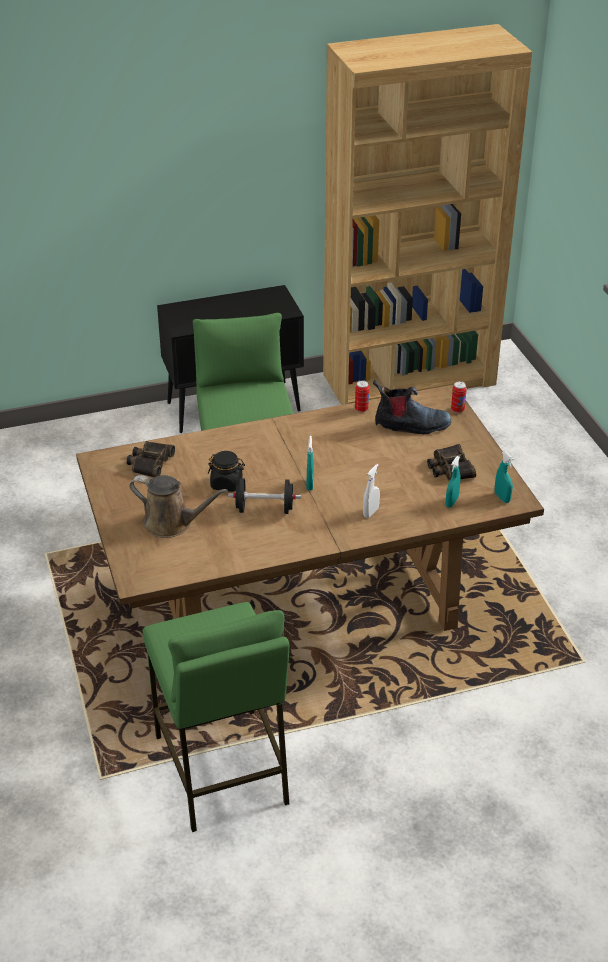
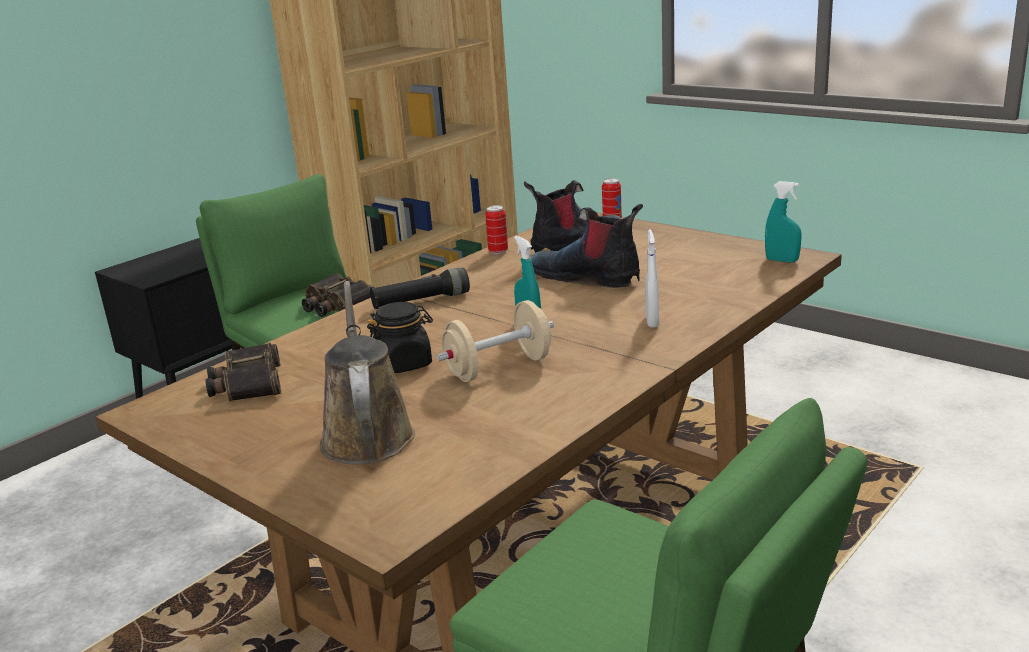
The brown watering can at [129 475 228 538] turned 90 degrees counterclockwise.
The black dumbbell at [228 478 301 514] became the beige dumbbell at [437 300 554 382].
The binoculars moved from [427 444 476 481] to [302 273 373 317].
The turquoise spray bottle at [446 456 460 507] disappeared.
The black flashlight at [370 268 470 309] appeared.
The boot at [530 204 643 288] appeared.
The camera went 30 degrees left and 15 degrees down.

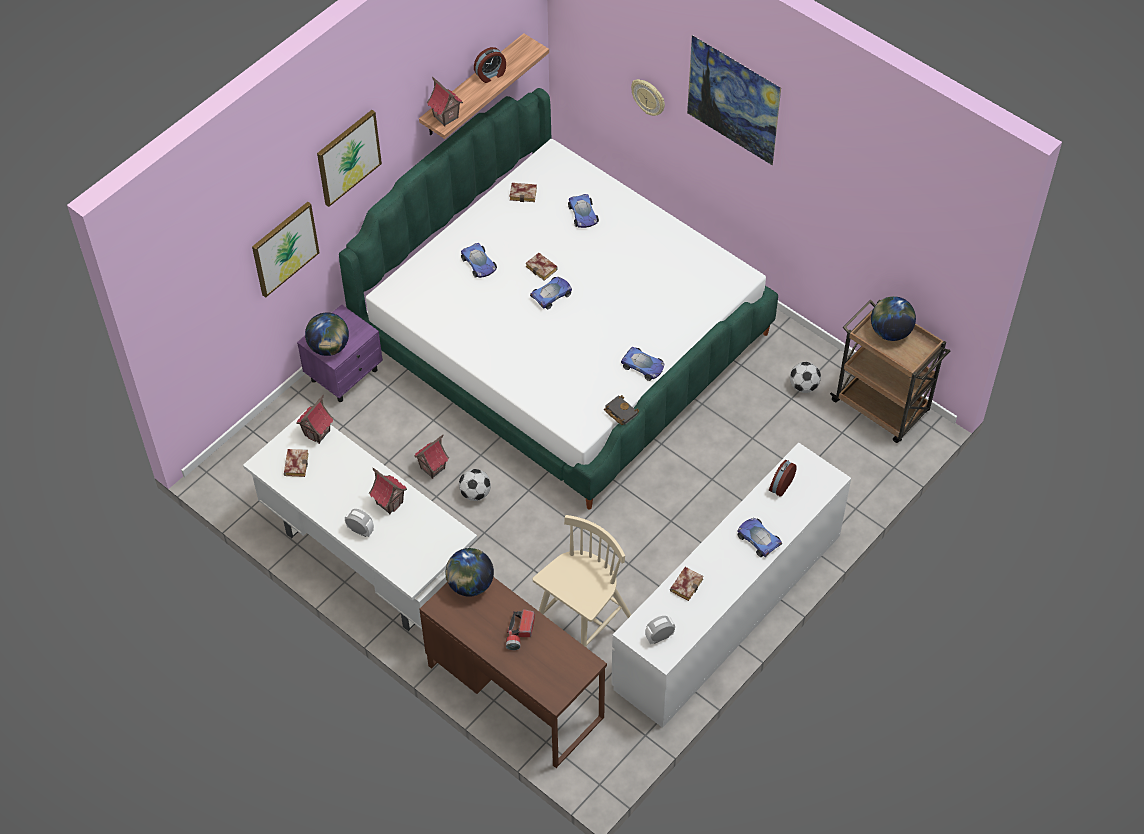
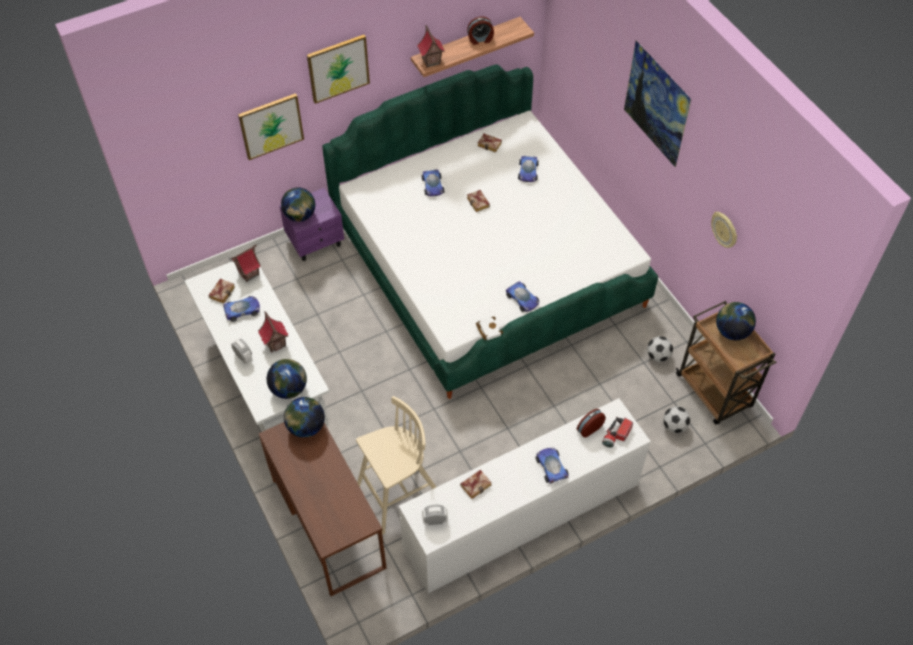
The toy house at [414 435 449 479] disappeared.
The football moved from [459 469 491 501] to [663 406 690 433].
The flashlight moved from [506 609 535 650] to [602 417 633 448].
The toy car moved from [530 277 572 309] to [223 296 260 322].
The black book at [604 395 639 425] became the white book at [476 316 503 340].
The wall clock moved from [631 79 665 116] to [711 212 737 248].
The globe at [267 359 307 399] appeared.
The camera went 20 degrees right and 0 degrees up.

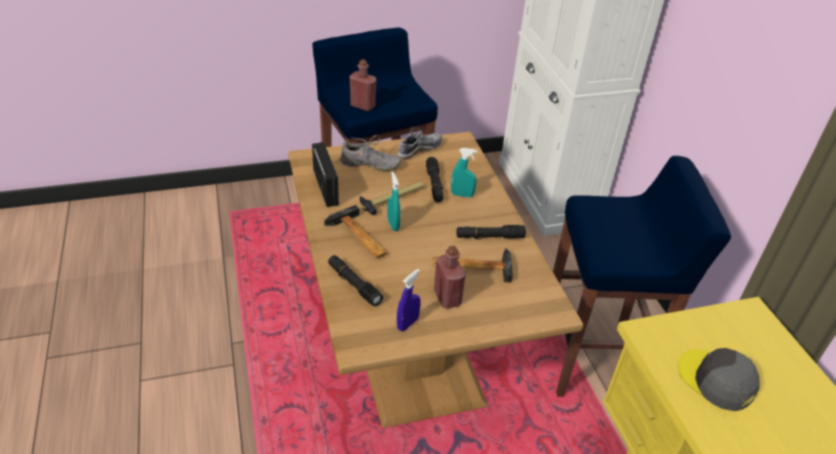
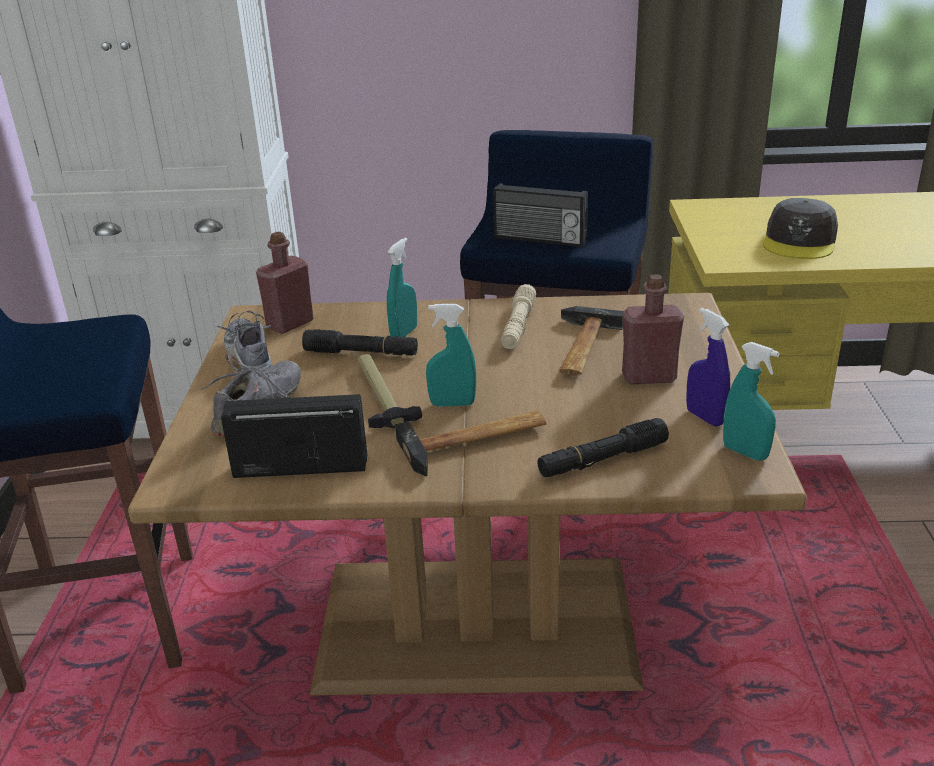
The red bottle moved from [350 59 377 111] to [256 232 314 334].
The black flashlight at [457 225 526 239] became the beige flashlight at [501 284 536 349].
The grey cap at [678 348 760 411] turned 45 degrees counterclockwise.
The radio at [493 183 588 247] appeared.
The turquoise spray bottle at [723 342 780 461] appeared.
The camera went 70 degrees left and 10 degrees down.

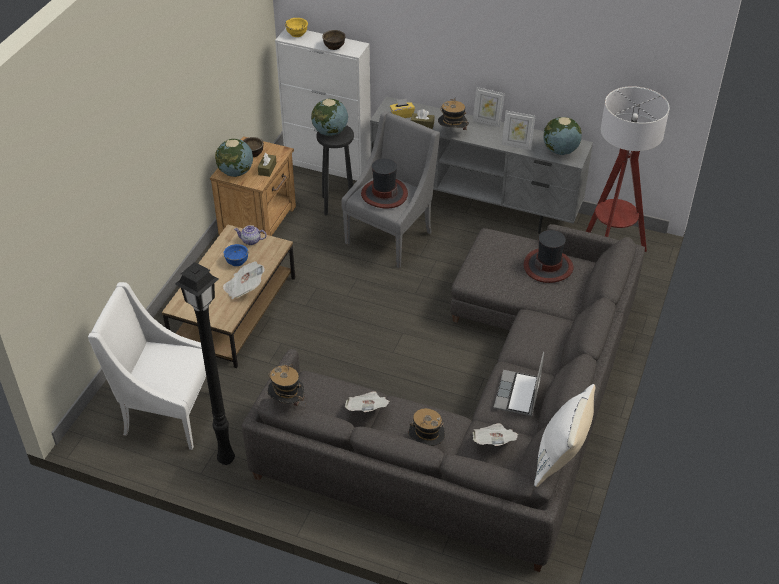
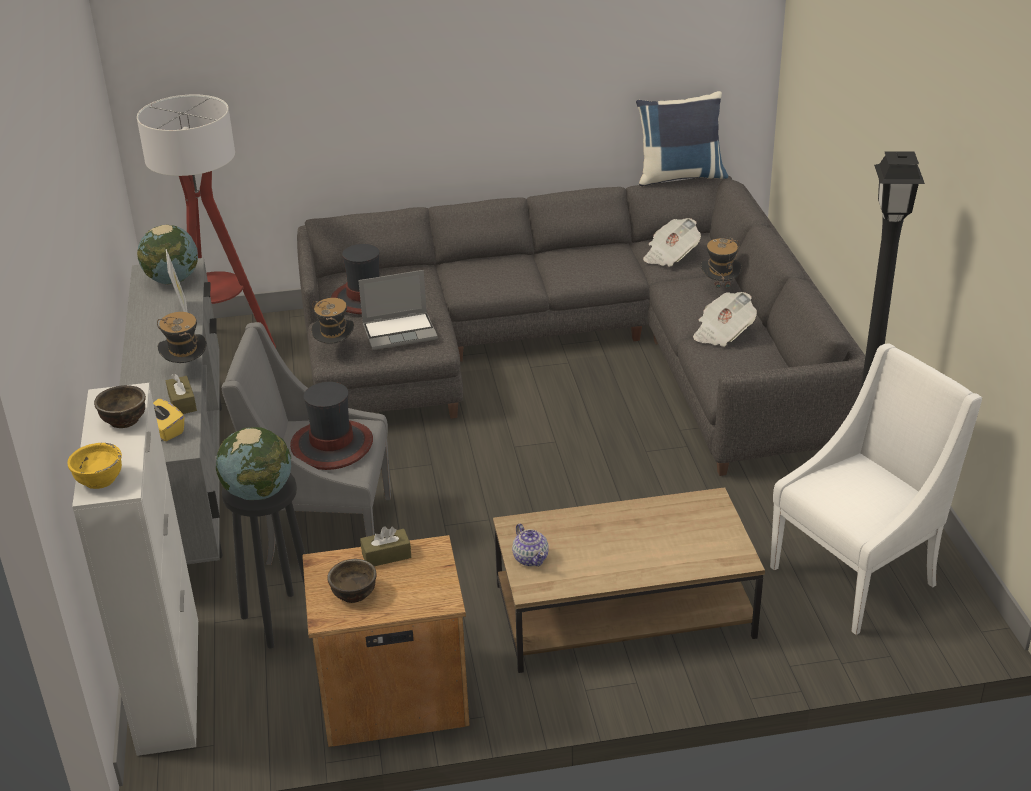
The white armchair at [88 282 206 450] turned 105 degrees counterclockwise.
The globe at [215 139 253 177] disappeared.
The newspaper at [223 261 265 299] disappeared.
The blue bowl at [224 244 248 266] disappeared.
The hat moved from [268 364 306 406] to [311 298 354 344].
The picture frame at [472 87 505 127] disappeared.
The laptop moved from [493 351 544 416] to [358 270 438 350].
The white pillow at [534 384 596 487] became the blue pillow at [636 91 728 186].
The camera went 120 degrees left and 10 degrees down.

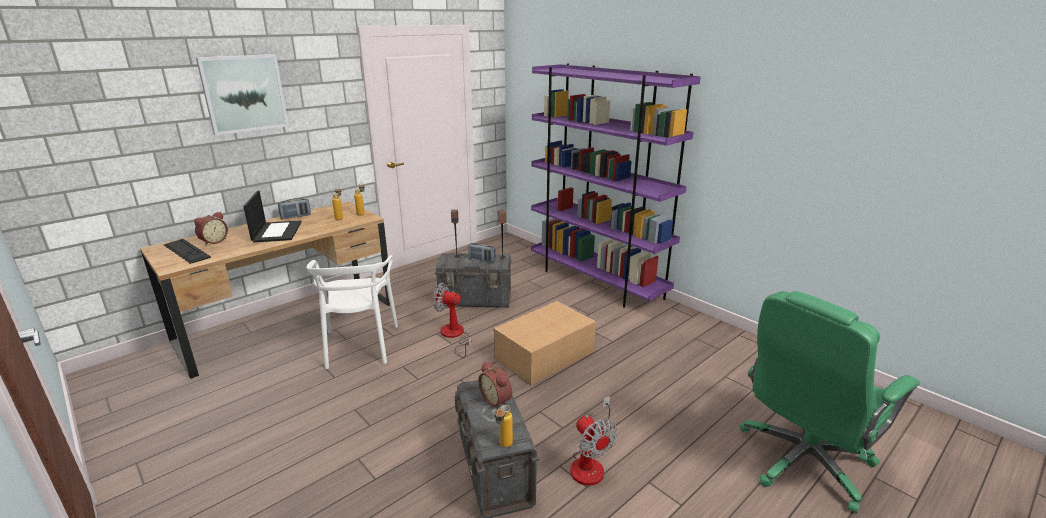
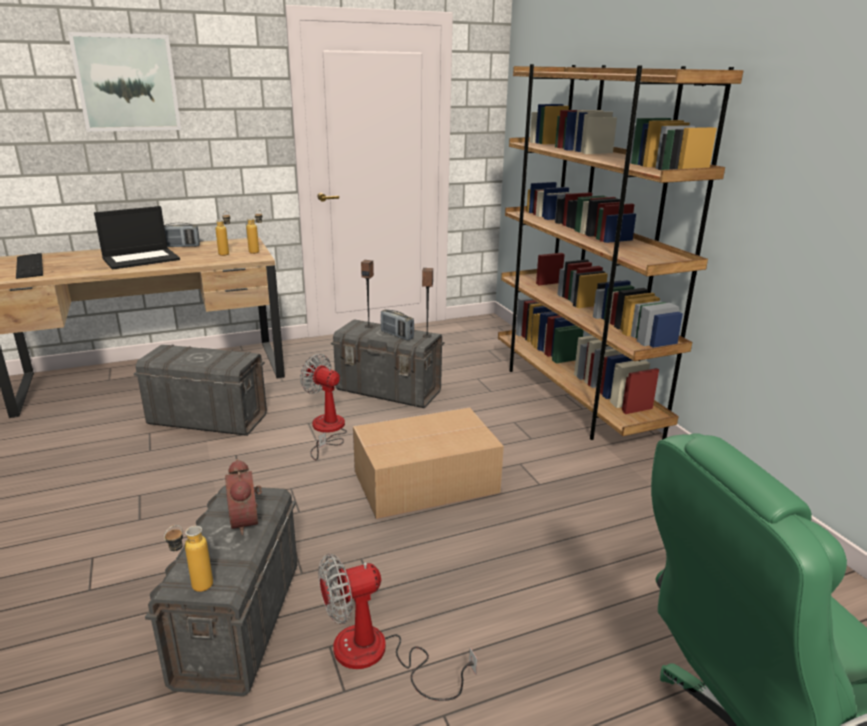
The alarm clock at [194 212 228 246] disappeared.
The laptop at [243 190 302 242] turned 45 degrees clockwise.
The white chair at [306 255 398 369] was replaced by the grey storage box at [134 344 267 436].
The purple bookcase at [531 63 701 308] became the brown bookcase at [498 64 743 440].
The fan at [570 396 617 486] turned 75 degrees clockwise.
The camera went 20 degrees right and 0 degrees up.

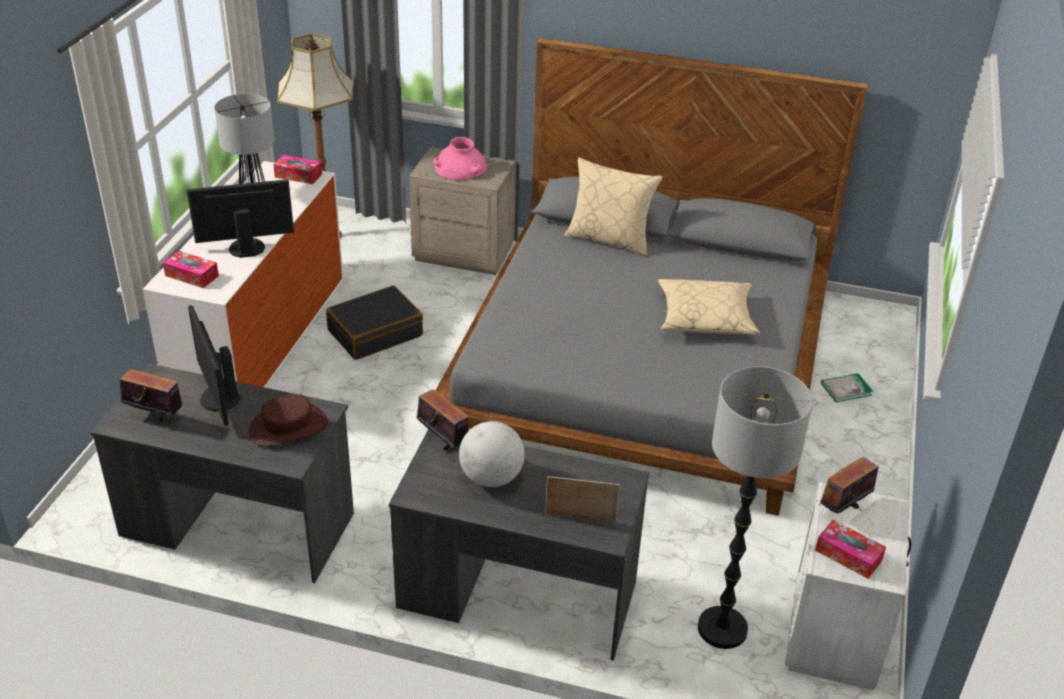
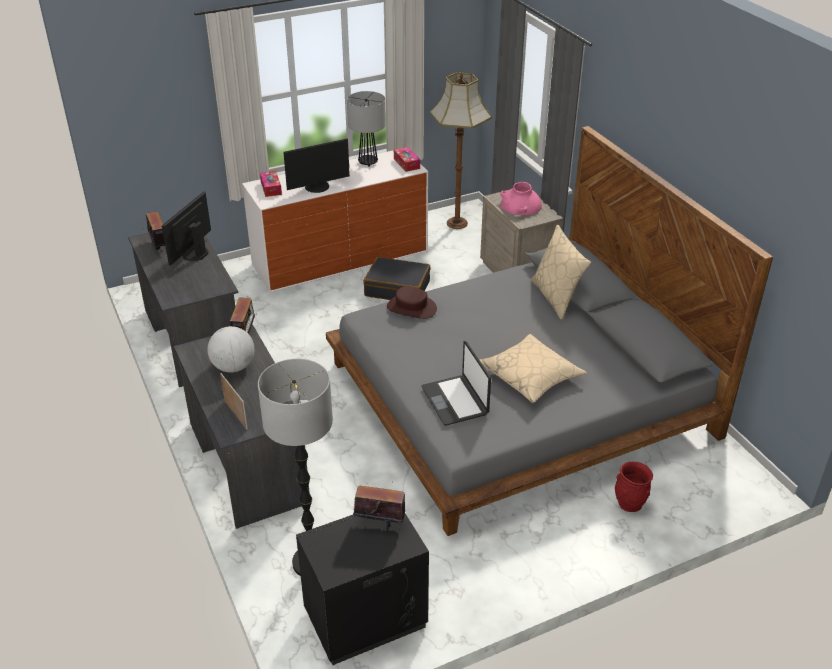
The monitor at [187 179 294 258] turned 120 degrees clockwise.
The brown hat moved from [249 394 328 446] to [387 287 437 319].
The white nightstand at [785 482 911 690] became the black nightstand at [296 514 429 665].
The tissue box at [815 520 886 579] disappeared.
The book at [821 373 873 402] was replaced by the red vase at [615 462 653 512].
The laptop at [422 341 491 426] appeared.
The camera went 50 degrees right and 0 degrees up.

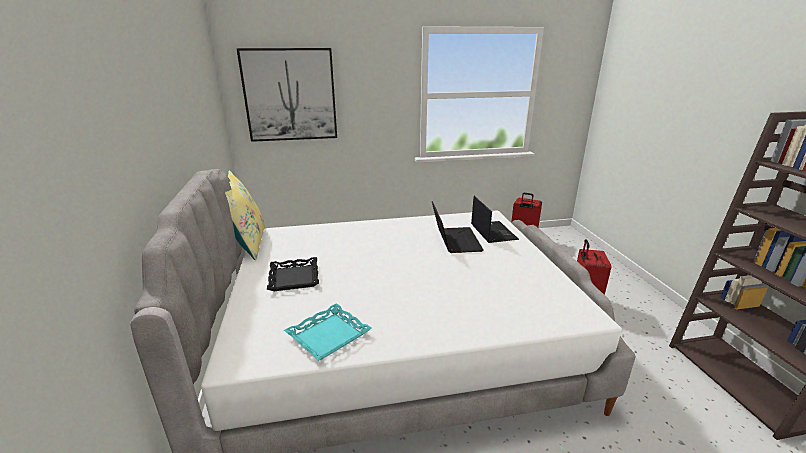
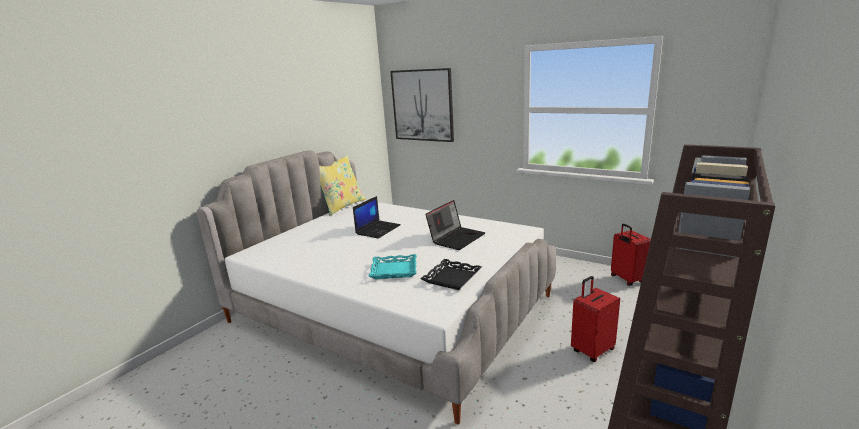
The black tray moved from [267 257 319 291] to [420 259 482 290].
The turquoise tray moved from [284 303 372 361] to [369 254 417 279].
The laptop moved from [471 195 519 243] to [353 196 401 238].
The camera went 45 degrees right and 5 degrees down.

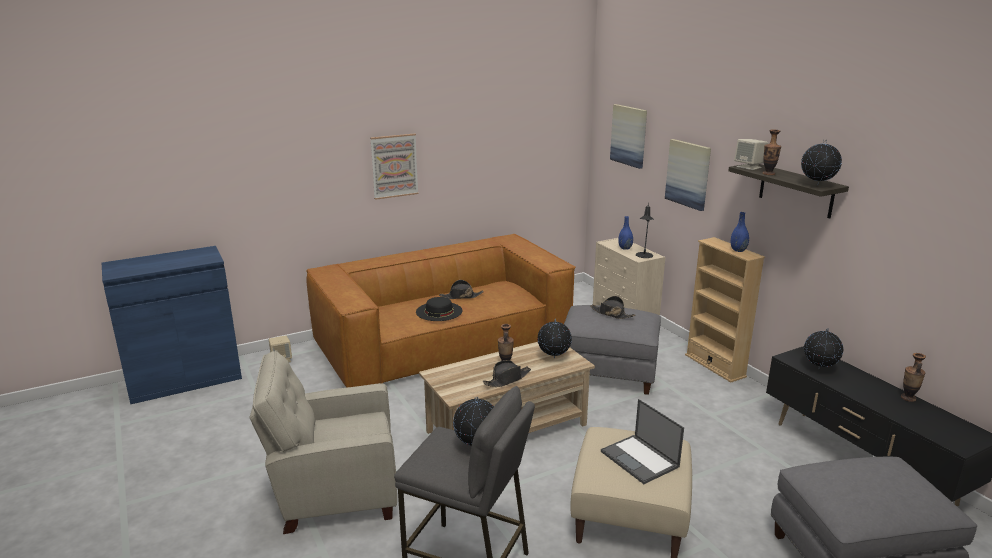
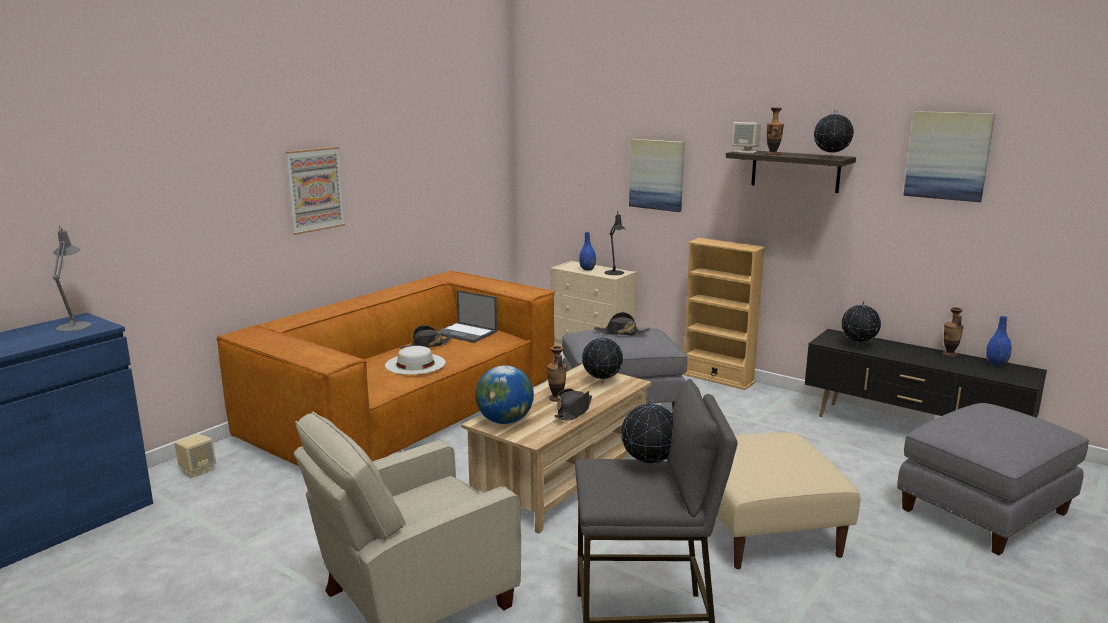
The black hat at [416 297 462 321] became the white hat at [385 346 446 375].
The laptop moved from [601 399 684 484] to [437 290 497 343].
The picture moved from [610 104 647 169] to [903 111 995 202].
The blue vase moved from [731 212 749 252] to [986 316 1012 366].
The grey table lamp at [53 226 91 332] appeared.
The globe at [475 365 534 424] appeared.
The camera went 25 degrees left and 5 degrees down.

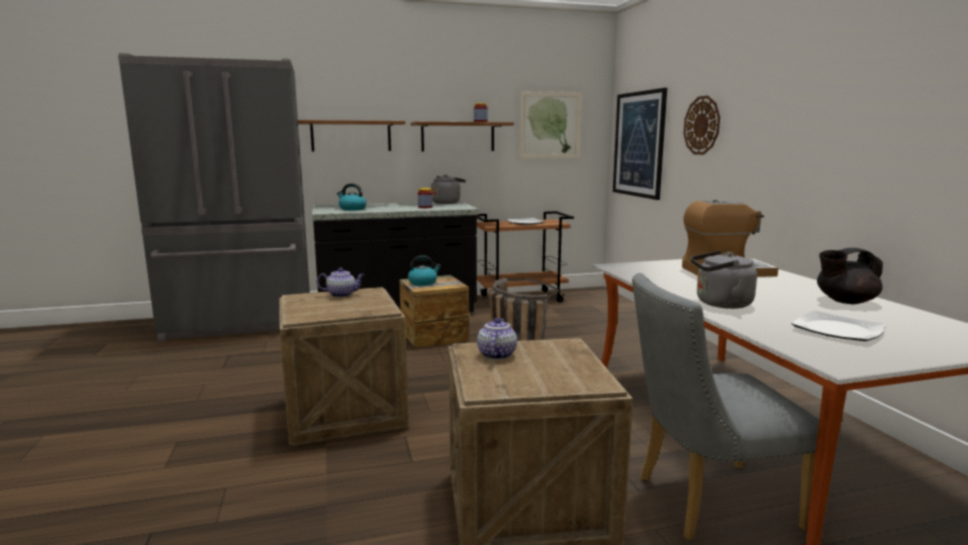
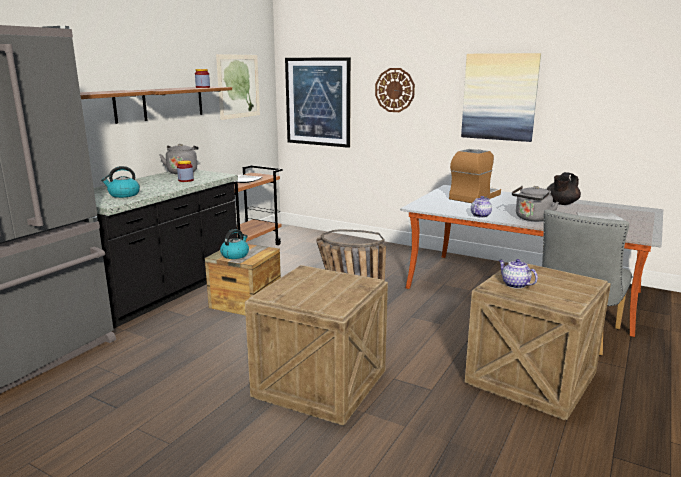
The teapot moved from [317 268 365 297] to [471 196 492 218].
The picture at [461 53 541 142] appeared.
The camera went 45 degrees left and 5 degrees up.

